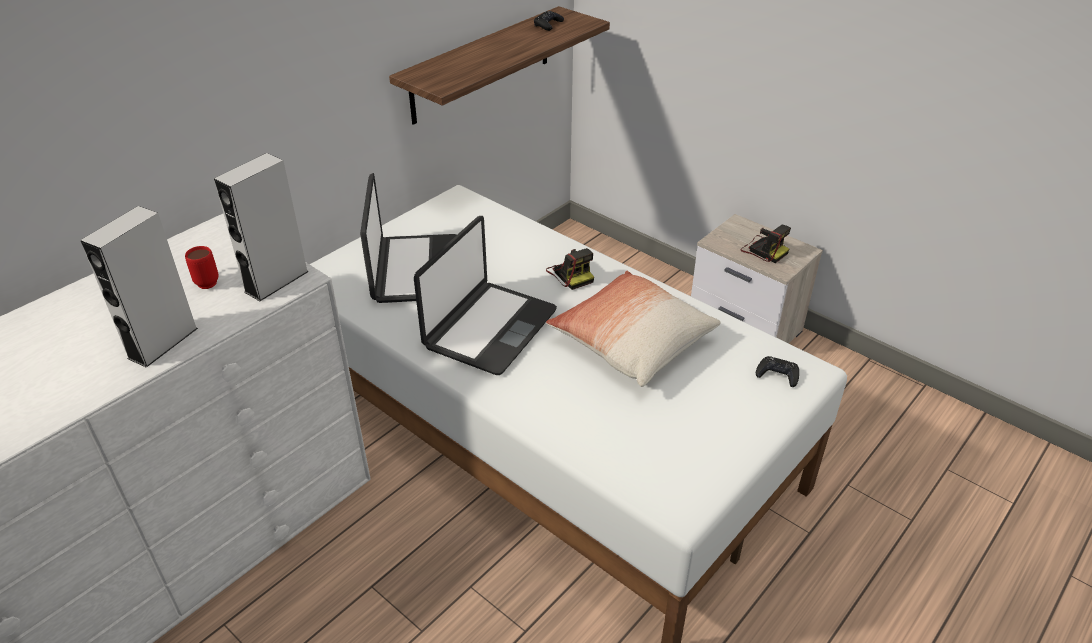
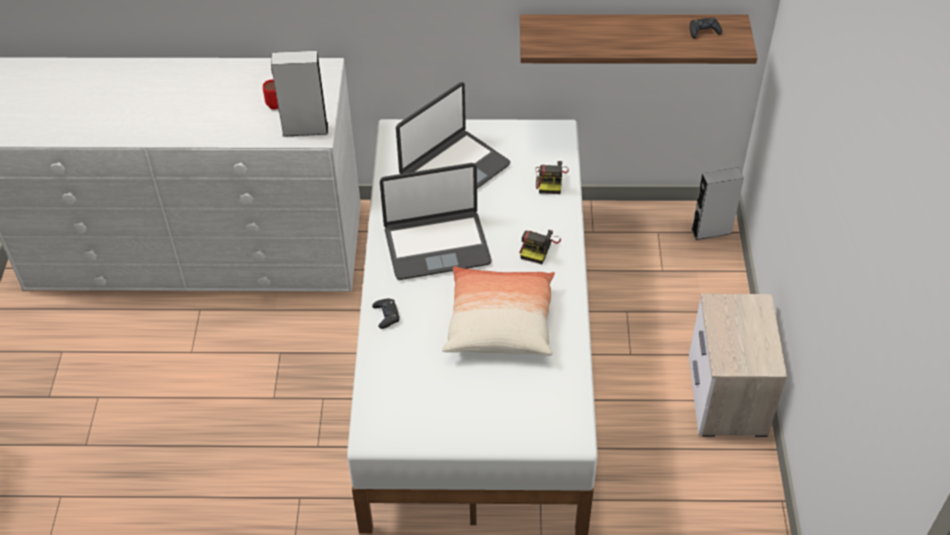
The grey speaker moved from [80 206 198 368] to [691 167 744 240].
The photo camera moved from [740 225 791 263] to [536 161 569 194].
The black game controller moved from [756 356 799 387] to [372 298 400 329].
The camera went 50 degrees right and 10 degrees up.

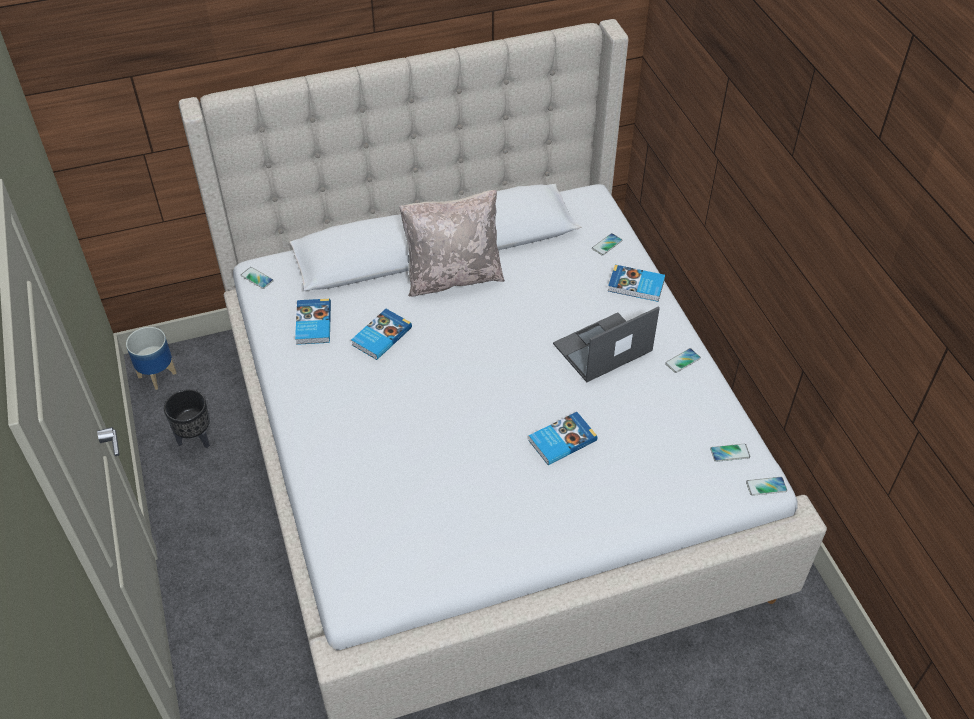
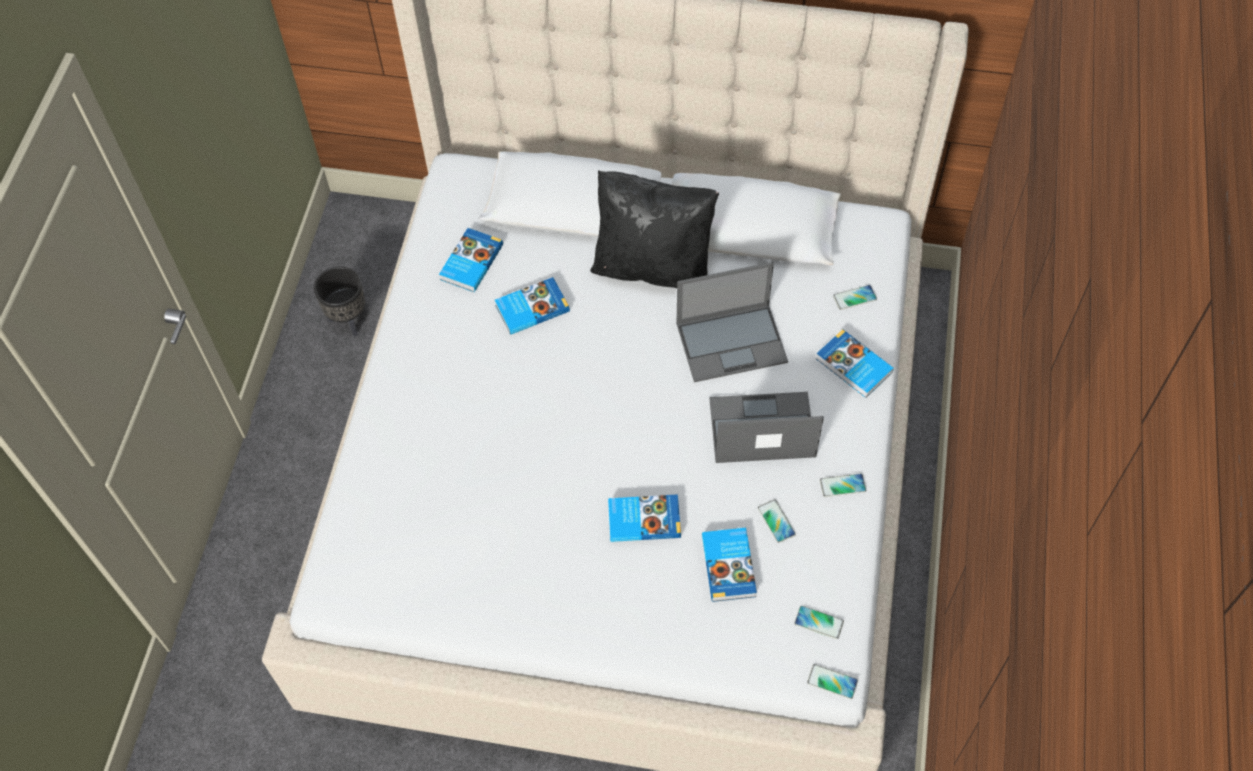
The planter at [126 327 177 390] disappeared.
The phone moved from [241 267 274 289] to [758 500 796 543].
The beige pillow at [399 190 505 297] became the black pillow at [590 170 719 288].
The laptop at [676 262 788 382] appeared.
The book at [702 528 757 602] appeared.
The camera went 30 degrees right and 10 degrees up.

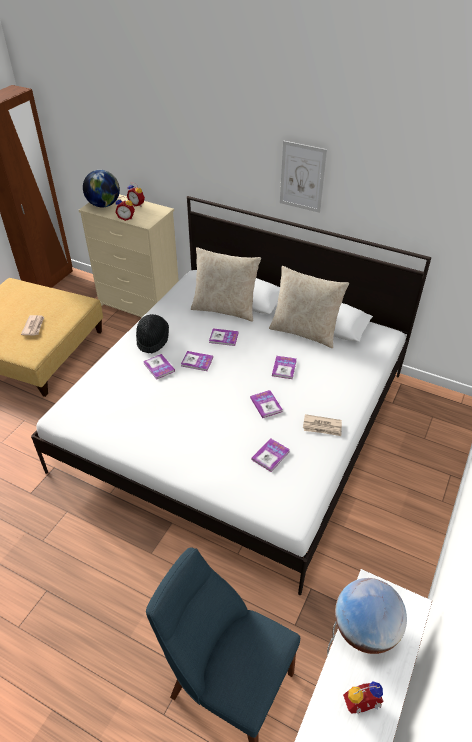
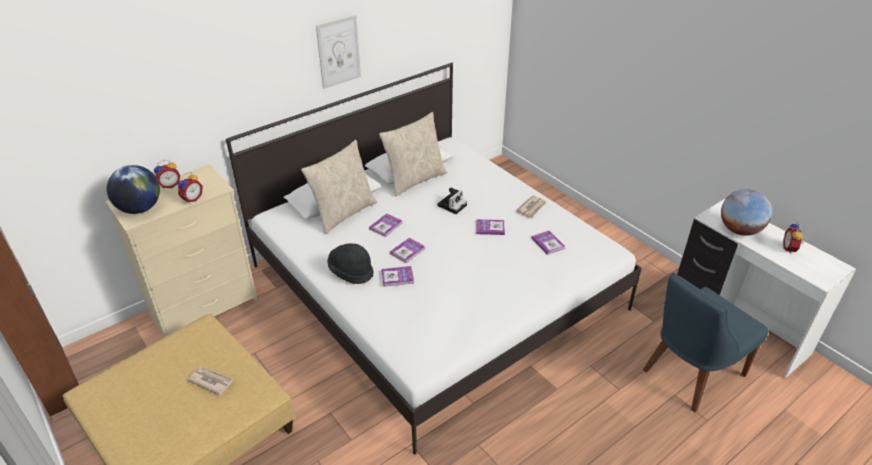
The book at [272 356 297 379] was replaced by the photo camera at [438 187 467 214].
The camera went 65 degrees left and 5 degrees down.

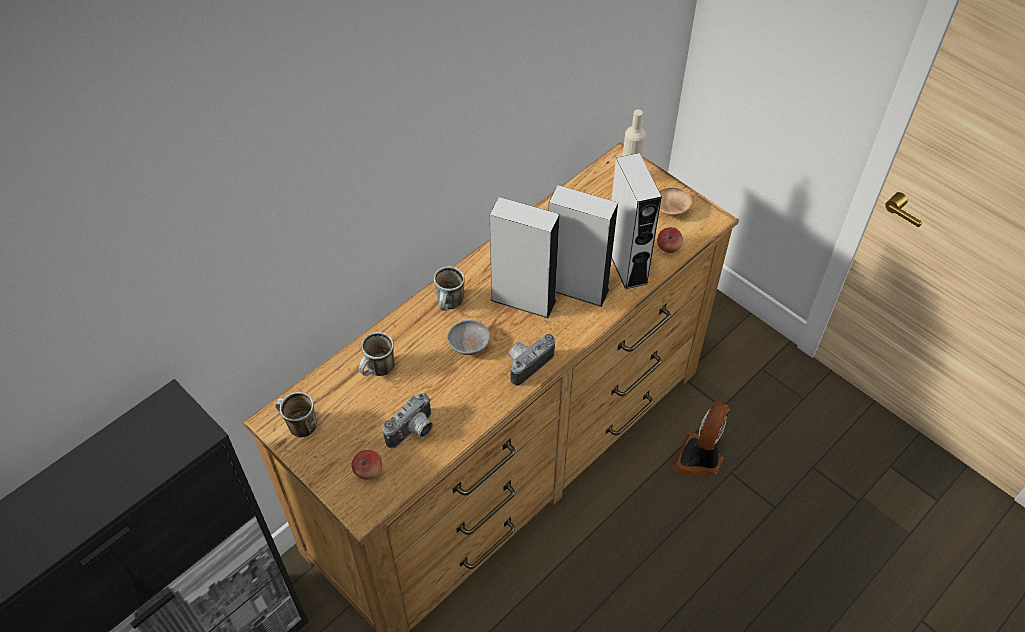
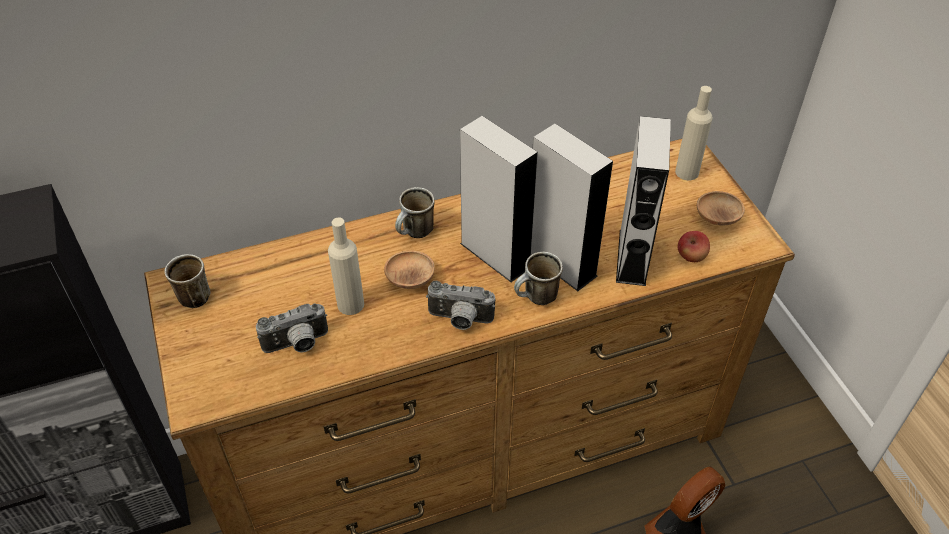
The apple at [352 450 382 480] disappeared.
The mug moved from [359 332 395 376] to [514 252 563 305].
The grey bowl at [447 320 490 355] became the brown bowl at [384 251 435 289].
The photo camera at [509 334 555 386] turned 150 degrees counterclockwise.
The beige bottle at [328 218 364 315] appeared.
The camera went 25 degrees right and 5 degrees down.

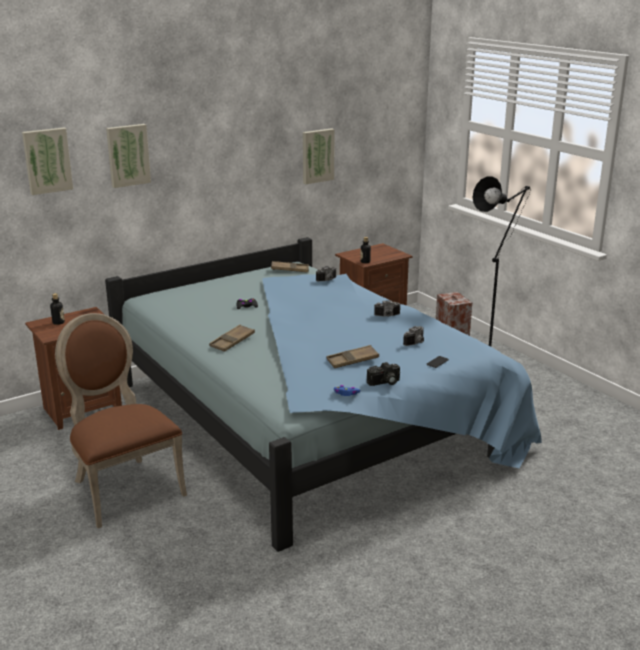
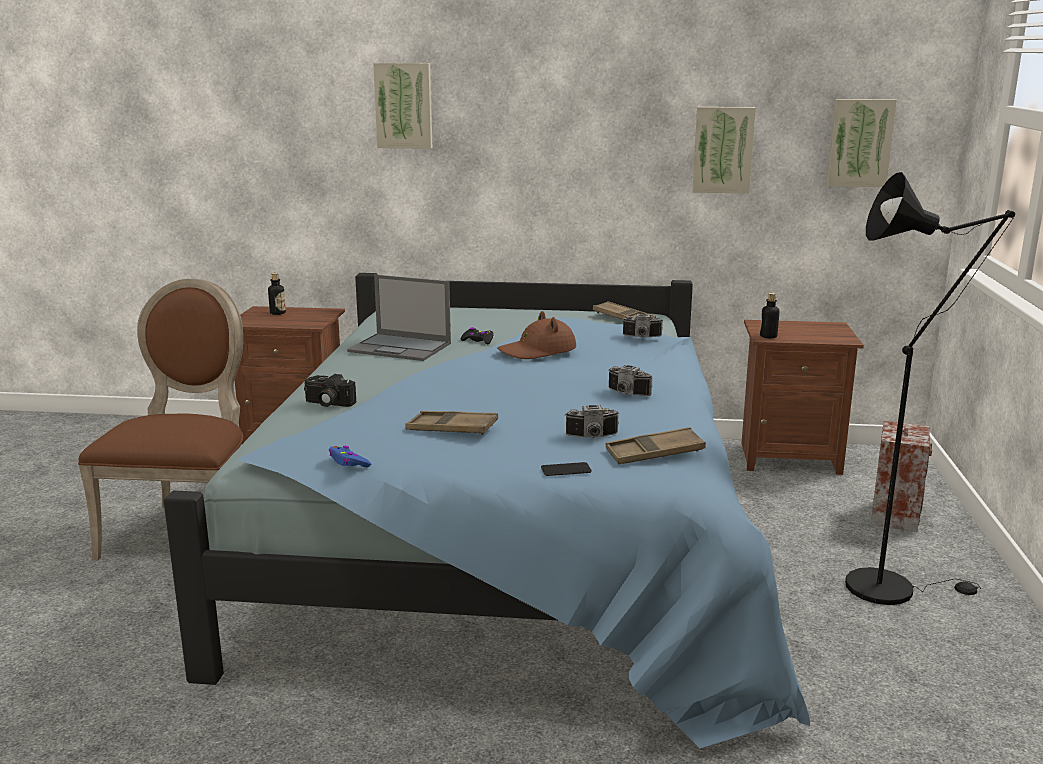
The picture moved from [22 128 73 195] to [827 99 897 187].
The brown tray moved from [209 325 255 352] to [606 427 706 464].
The photo camera moved from [367 362 400 386] to [304 374 356 407].
The laptop at [347 275 451 361] appeared.
The brown hat at [497 311 576 359] appeared.
The camera went 40 degrees right and 5 degrees down.

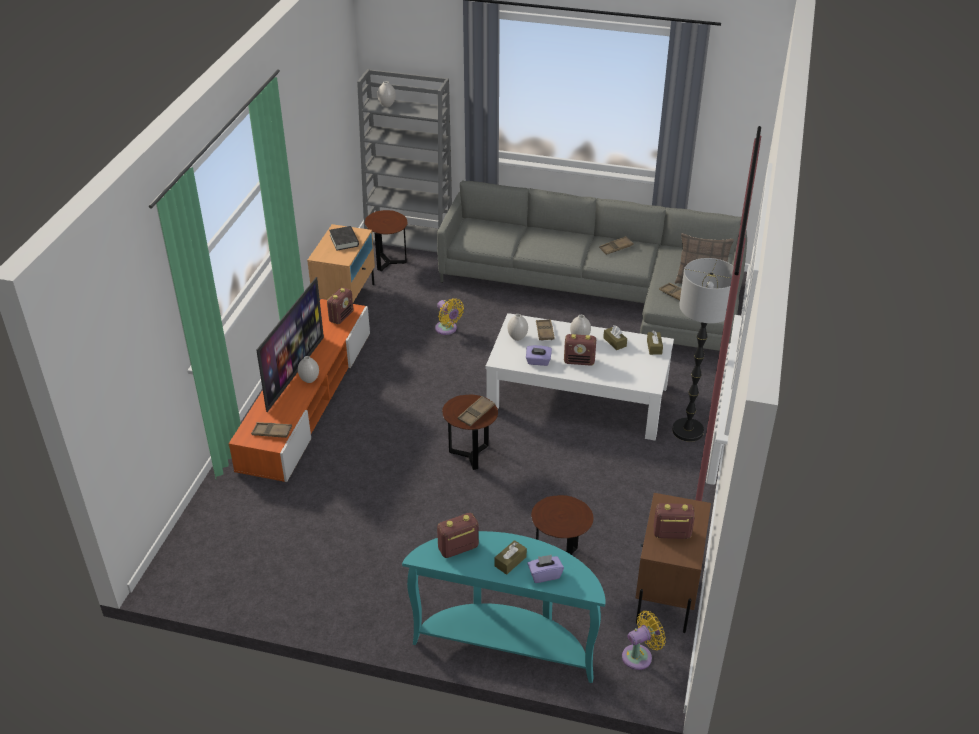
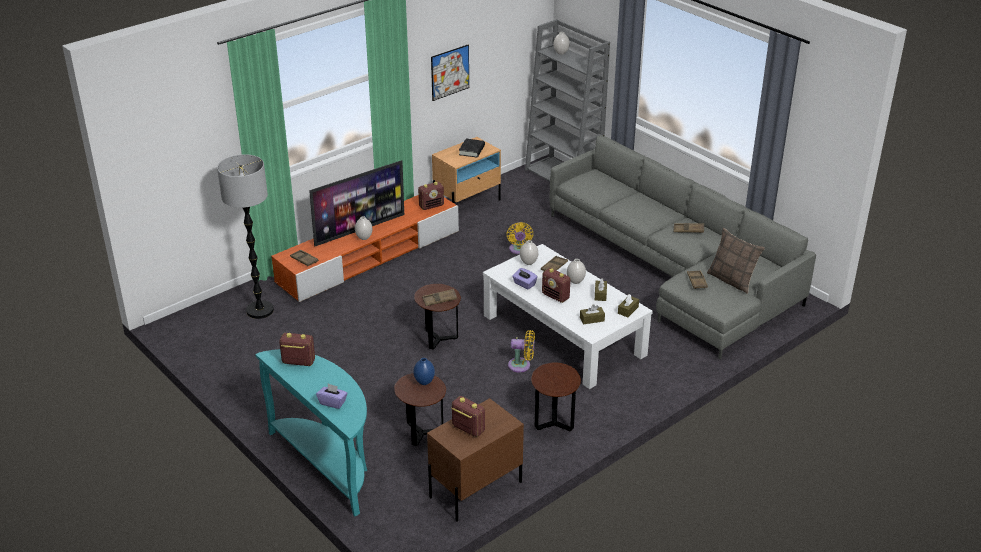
The brown side table moved from [365 210 408 271] to [531 363 581 431].
The brown tissue box moved from [494 540 527 575] to [580 304 605 324].
The yellow fan moved from [622 611 665 670] to [508 330 535 372].
The floor lamp moved from [672 258 734 442] to [217 154 274 319].
The blue vase at [413 358 435 385] appeared.
The picture at [431 44 469 101] appeared.
The camera went 35 degrees right and 5 degrees down.

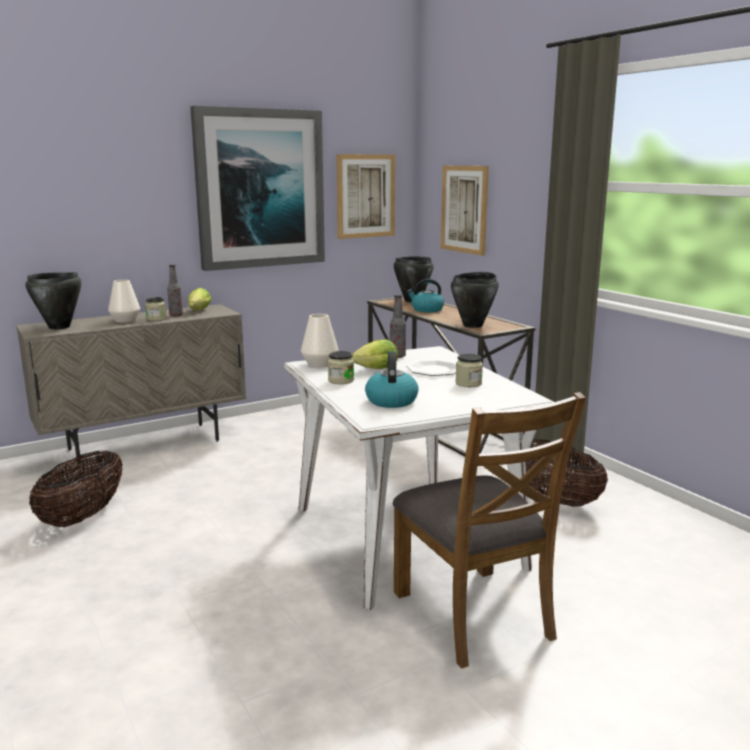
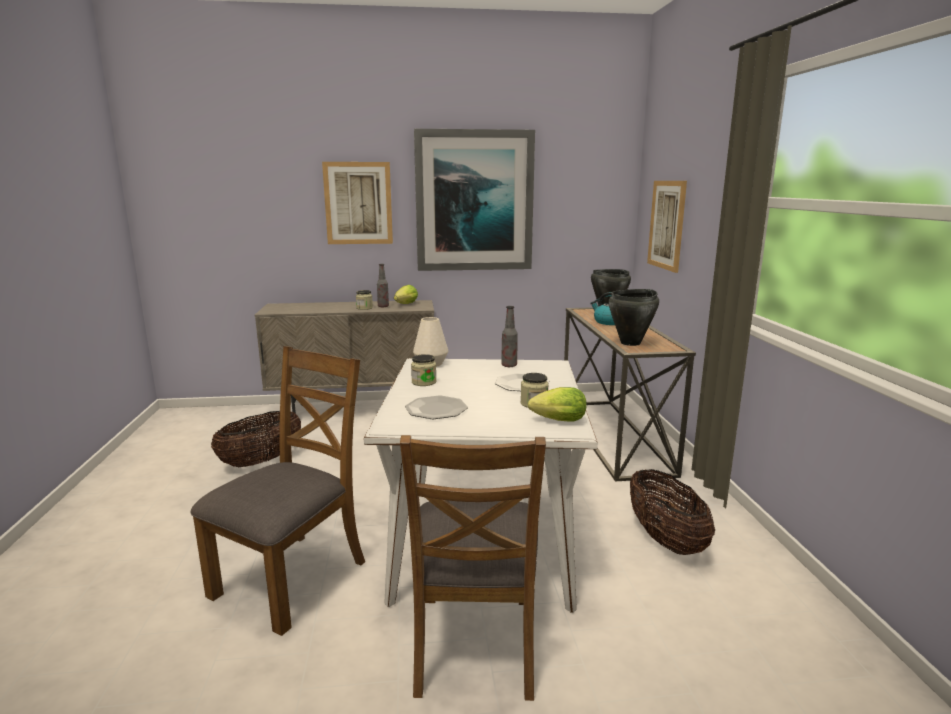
The black cooking pot at [26 272 81 329] disappeared.
The white vase at [108 280 140 323] disappeared.
The picture moved from [336 154 395 239] to [322 162 393 244].
The lettuce moved from [352 339 398 369] to [528 387 587 422].
The kettle at [365 351 419 408] was replaced by the plate at [405 395 468 419].
The brown chair at [190 346 365 636] appeared.
The camera went 25 degrees right and 0 degrees up.

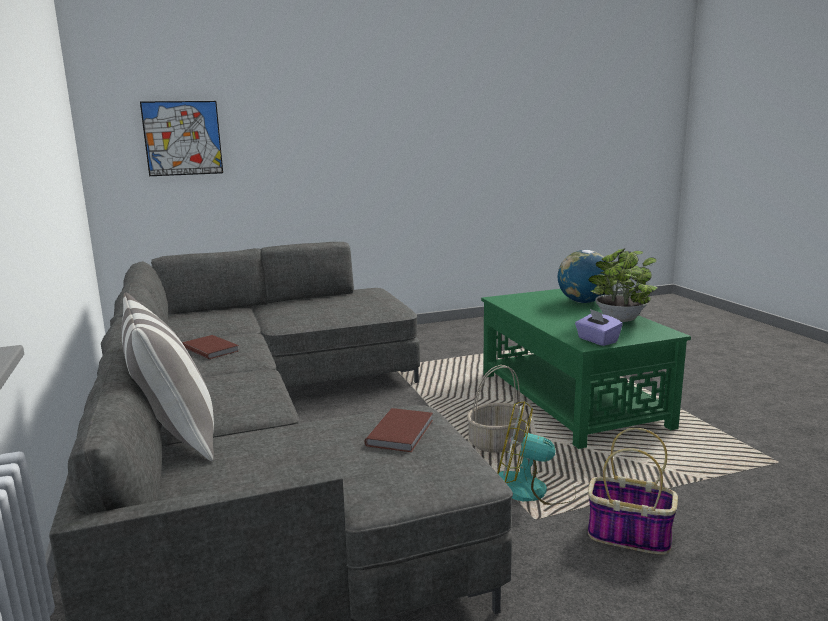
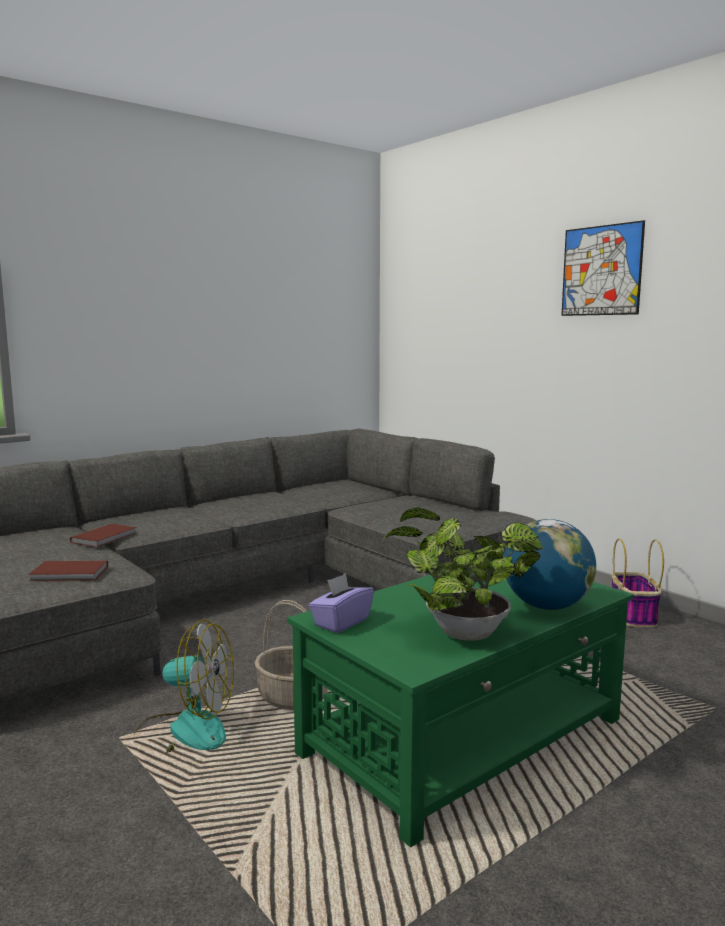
The pillow at [121 292 214 461] disappeared.
The picture moved from [140 101 223 176] to [561 220 645 316].
The brown book moved from [183 335 239 359] to [70 524 137 548].
The fan at [497 401 576 505] turned 105 degrees clockwise.
The basket moved from [588 428 678 555] to [612 538 664 627].
The camera went 70 degrees right and 5 degrees down.

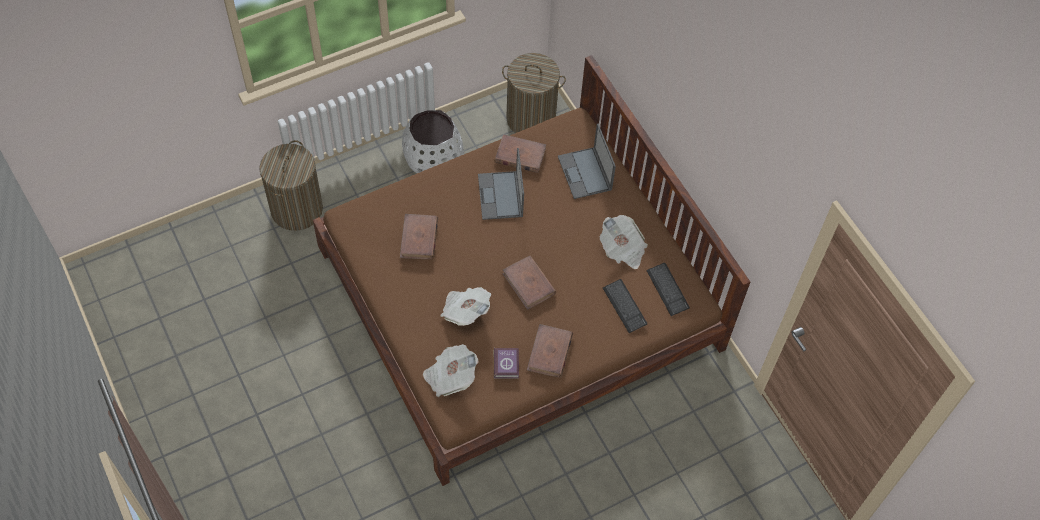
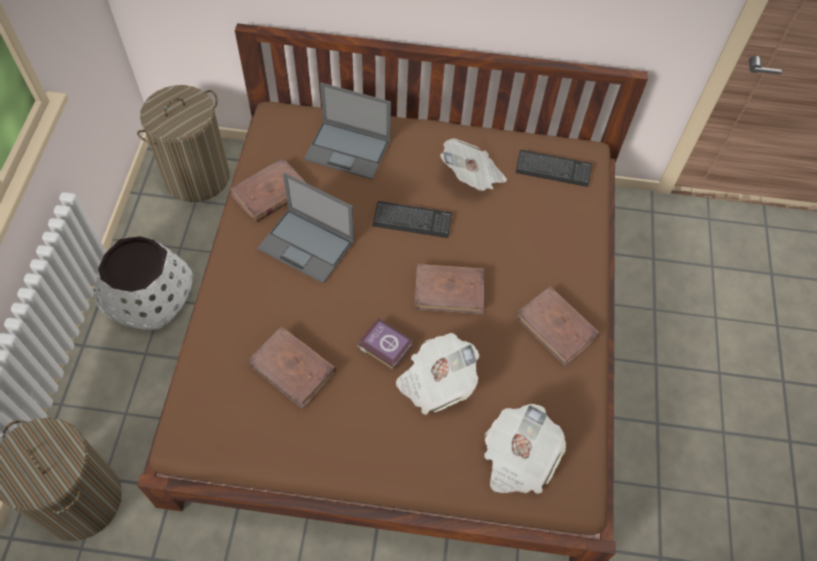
The book moved from [494 348 519 379] to [357 318 413 370].
The keyboard moved from [603 279 647 333] to [373 201 452 238].
The camera went 55 degrees left and 0 degrees up.

